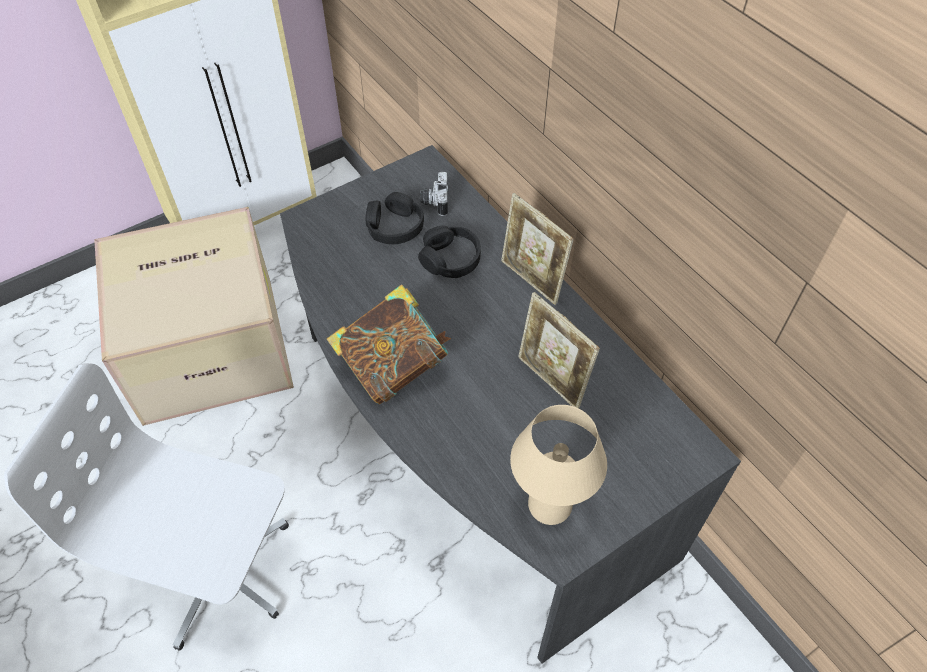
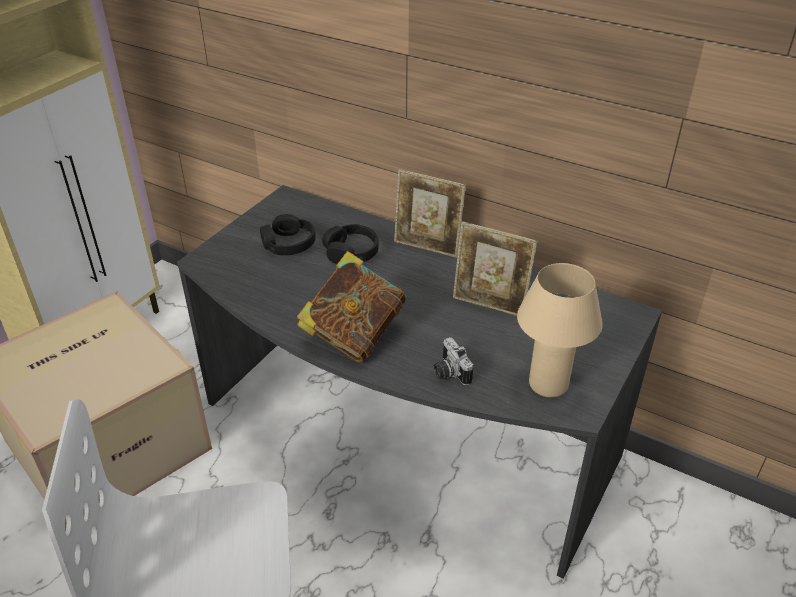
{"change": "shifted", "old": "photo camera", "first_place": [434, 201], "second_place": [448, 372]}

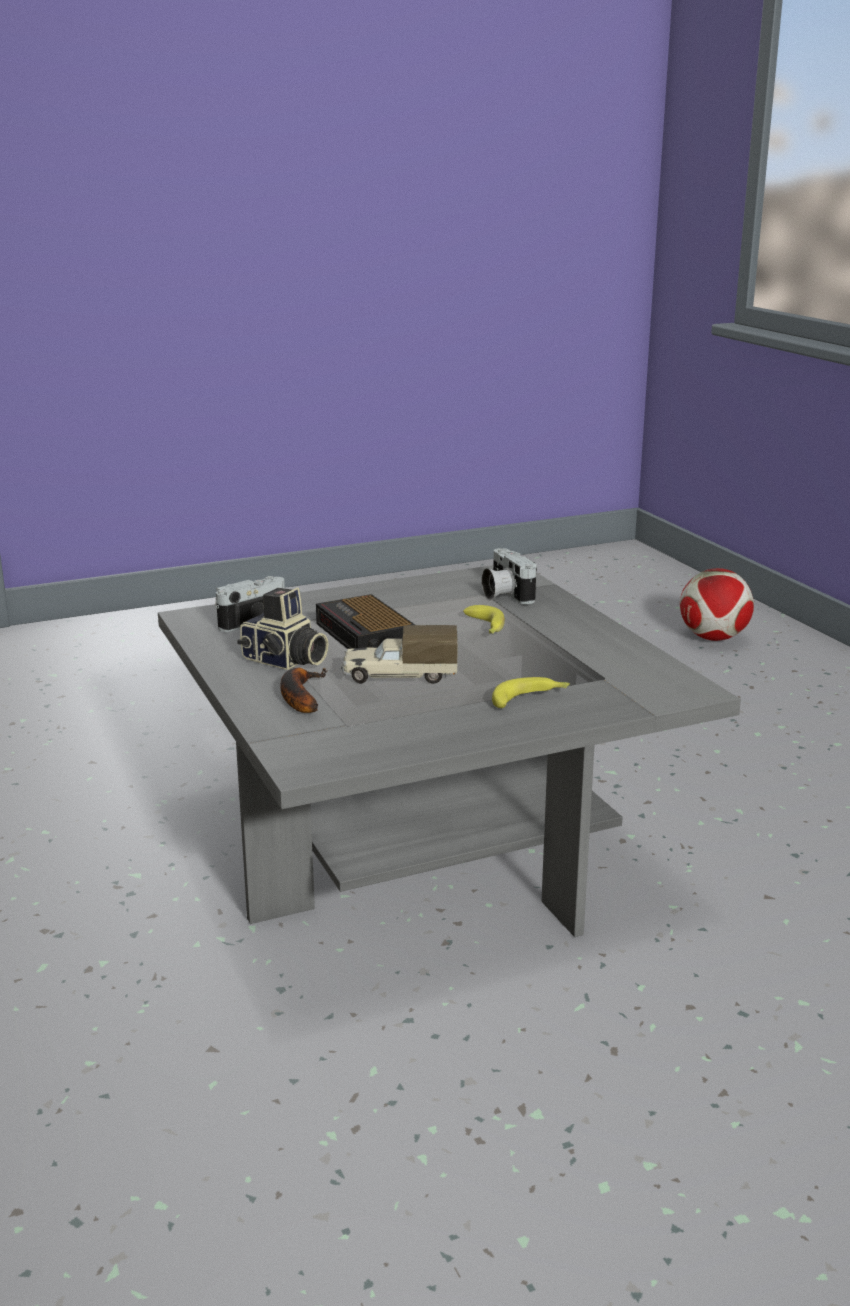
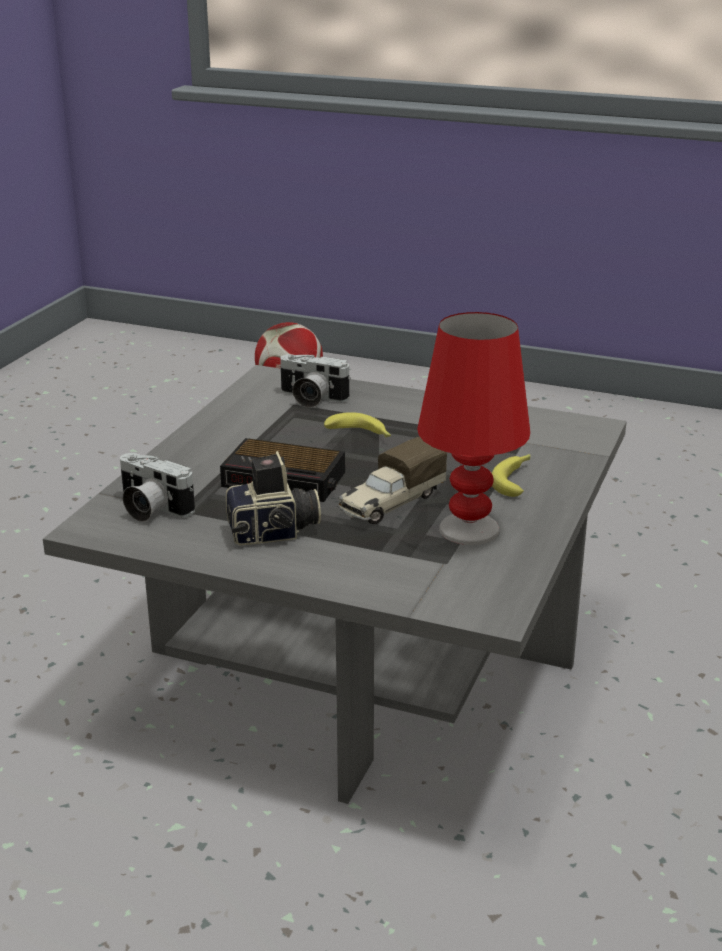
{"change": "rotated", "old": "photo camera", "first_place": [246, 619], "second_place": [150, 509], "degrees": -60}
{"change": "new", "new": "tabletop lamp in red", "second_place": [469, 529]}
{"change": "gone", "old": "whole banana", "first_place": [299, 696]}

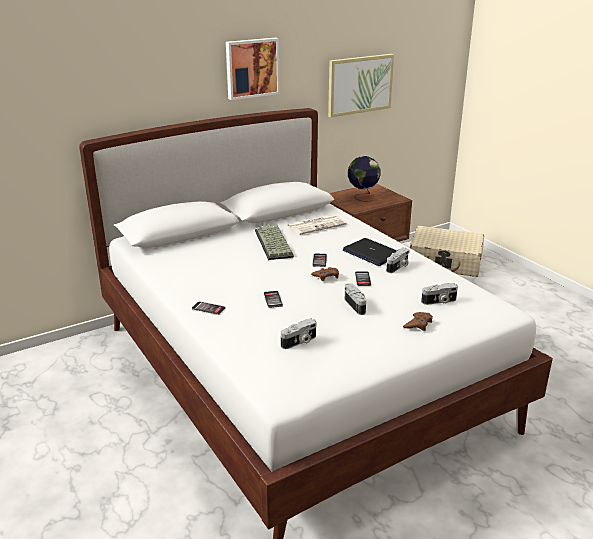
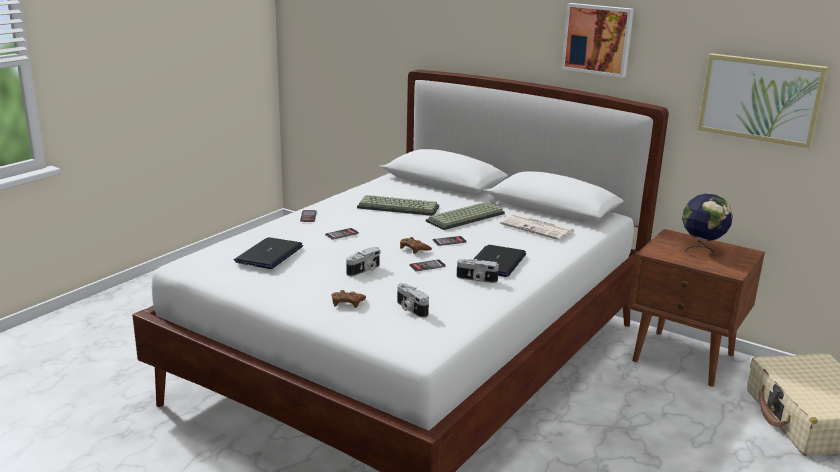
{"change": "swapped", "old": "photo camera", "new": "portable computer", "first_place": [299, 342], "second_place": [269, 254]}
{"change": "new", "new": "PC keyboard", "second_place": [399, 207]}

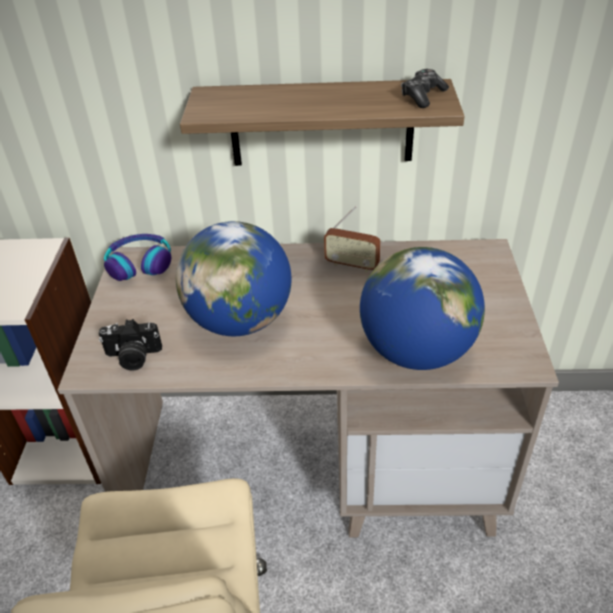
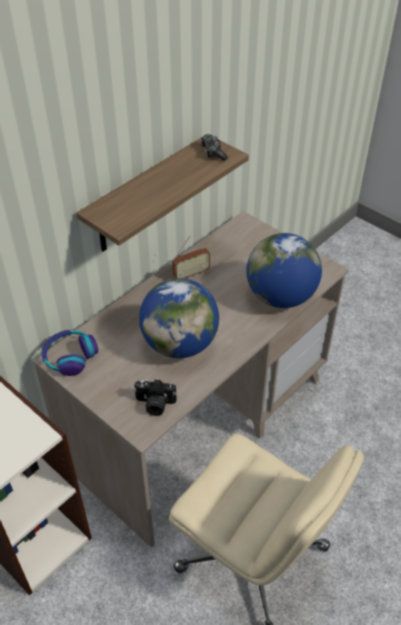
{"change": "rotated", "old": "photo camera", "first_place": [133, 357], "second_place": [155, 404], "degrees": 60}

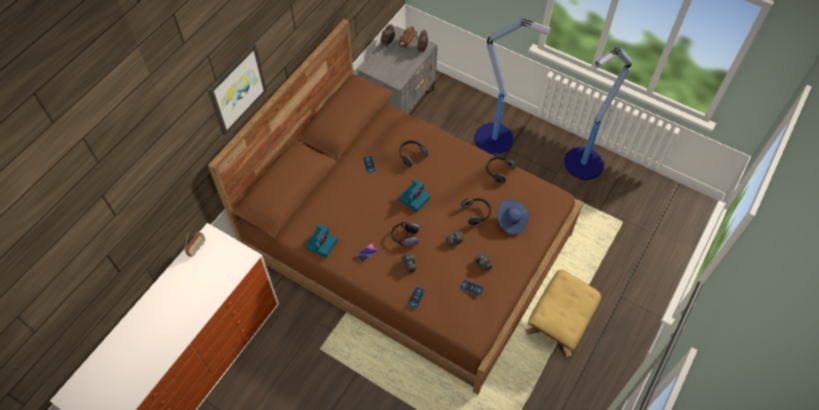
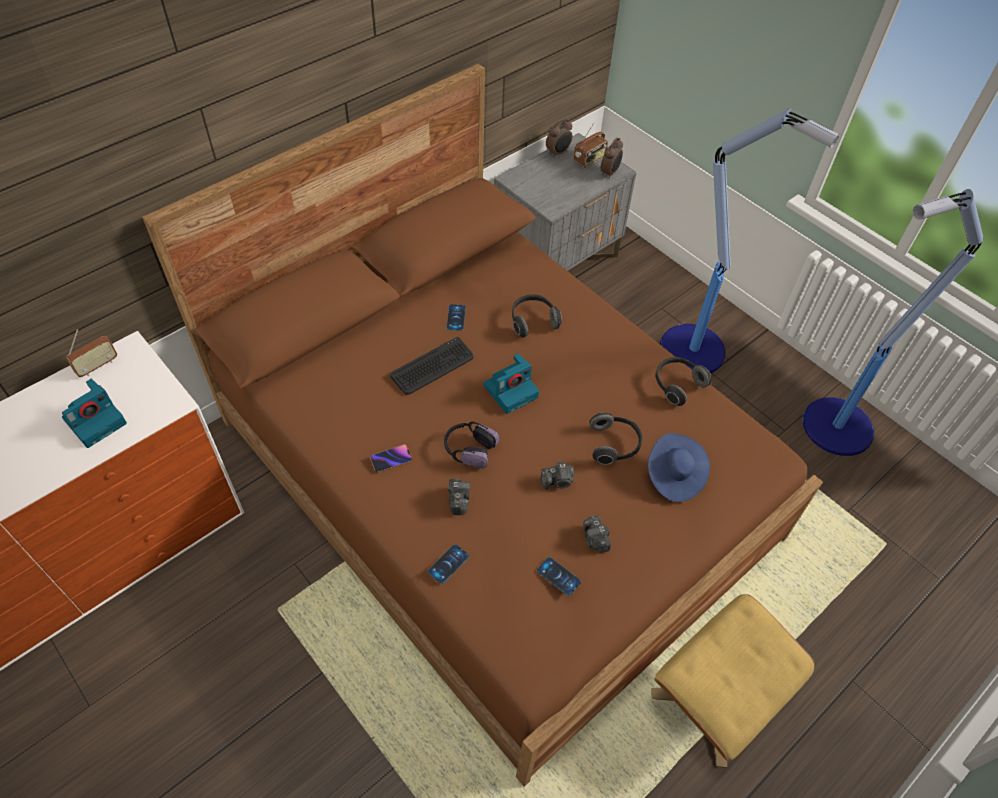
{"change": "shifted", "old": "photo camera", "first_place": [321, 243], "second_place": [96, 420]}
{"change": "new", "new": "PC keyboard", "second_place": [432, 367]}
{"change": "gone", "old": "picture", "first_place": [236, 89]}

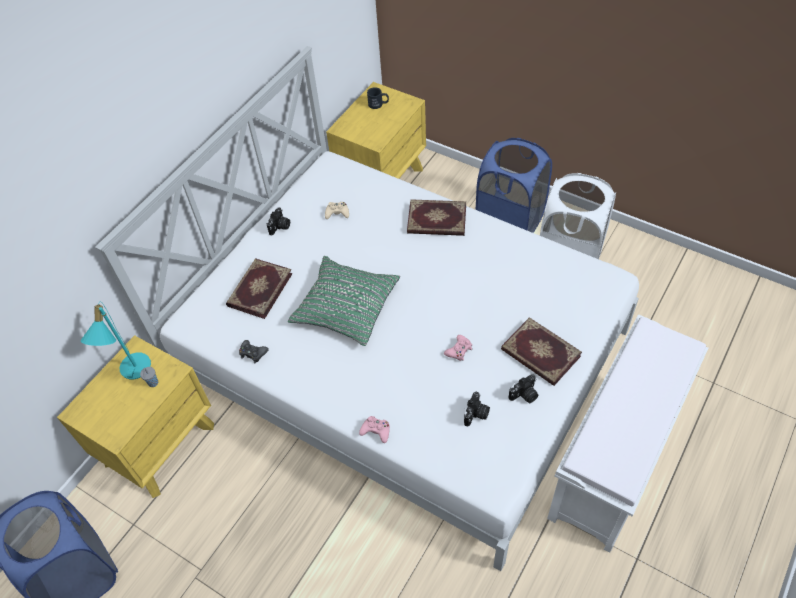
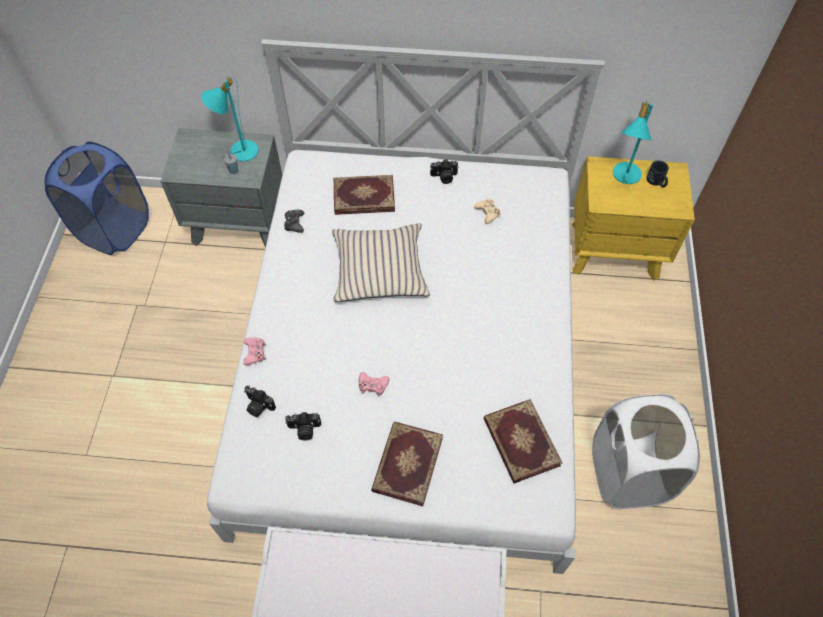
{"change": "repainted", "old": "night table in yellow", "new": "night table in grey", "first_place": [160, 444], "second_place": [239, 222]}
{"change": "shifted", "old": "photo camera", "first_place": [524, 395], "second_place": [258, 406]}
{"change": "repainted", "old": "throw pillow in greenish", "new": "throw pillow in sand-coloured", "first_place": [345, 306], "second_place": [379, 269]}
{"change": "shifted", "old": "bound book", "first_place": [437, 221], "second_place": [520, 442]}
{"change": "new", "new": "tabletop lamp in turquoise-coloured", "second_place": [624, 176]}
{"change": "gone", "old": "laundry basket in blue", "first_place": [510, 221]}

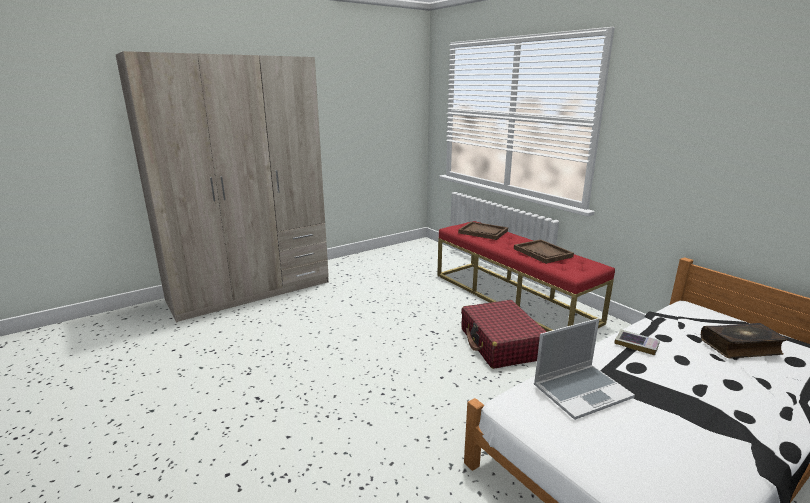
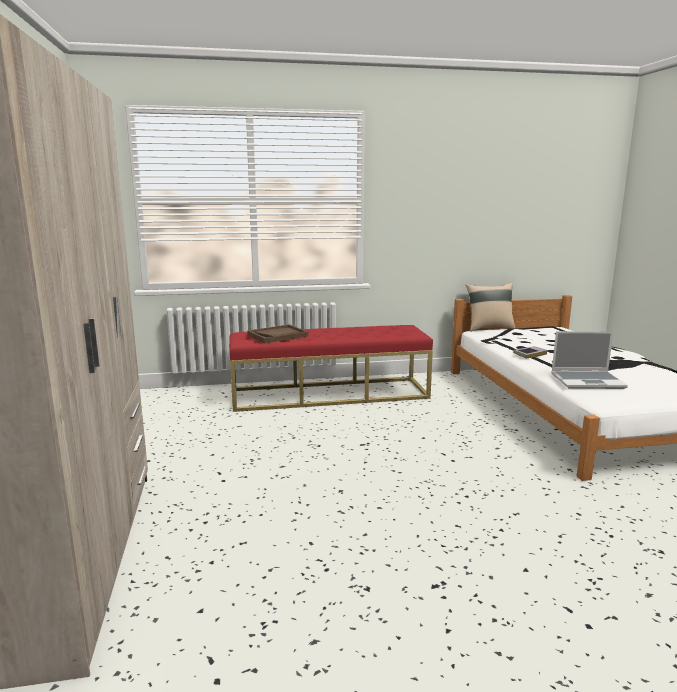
{"change": "new", "new": "throw pillow in sand-coloured", "second_place": [489, 328]}
{"change": "rotated", "old": "portable computer", "first_place": [582, 391], "second_place": [587, 381], "degrees": 90}
{"change": "gone", "old": "travel case in red", "first_place": [501, 344]}
{"change": "gone", "old": "serving tray in brown", "first_place": [543, 253]}
{"change": "gone", "old": "bound book", "first_place": [741, 347]}

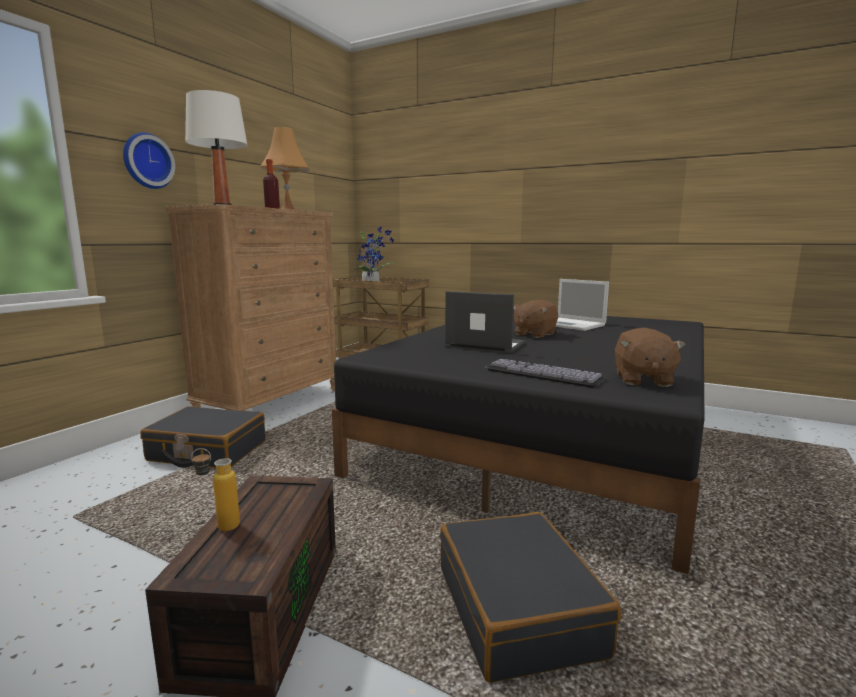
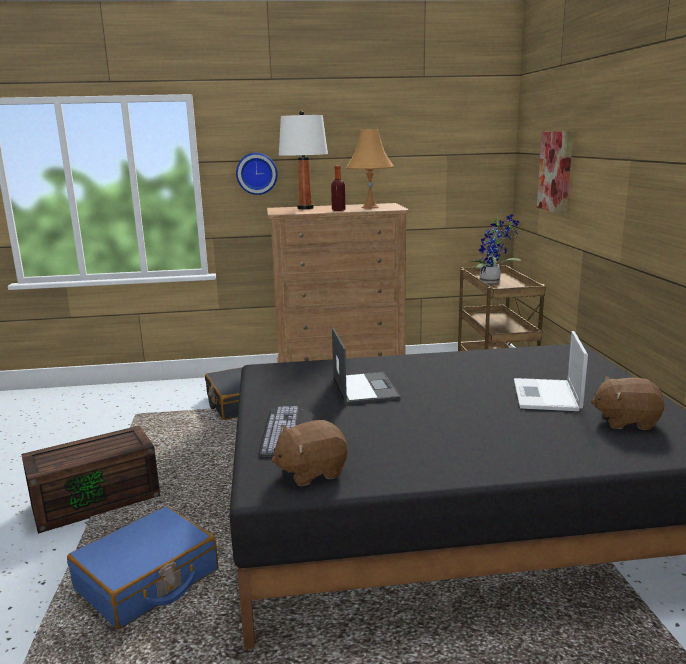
{"change": "repainted", "old": "travel case in blackish", "new": "travel case in blue", "first_place": [518, 609], "second_place": [147, 580]}
{"change": "new", "new": "picture", "second_place": [555, 171]}
{"change": "shifted", "old": "soft toy in brown", "first_place": [534, 334], "second_place": [626, 421]}
{"change": "gone", "old": "beverage bottle", "first_place": [219, 527]}

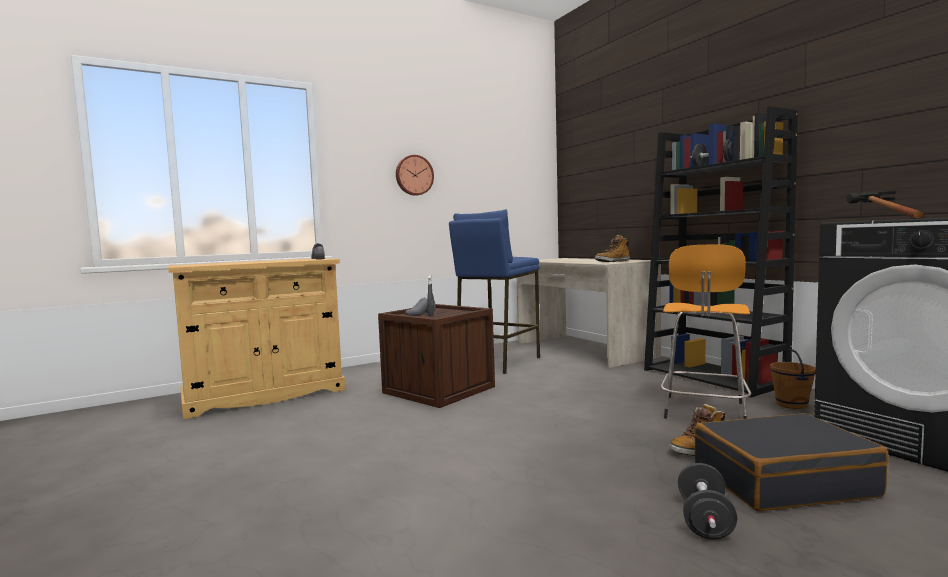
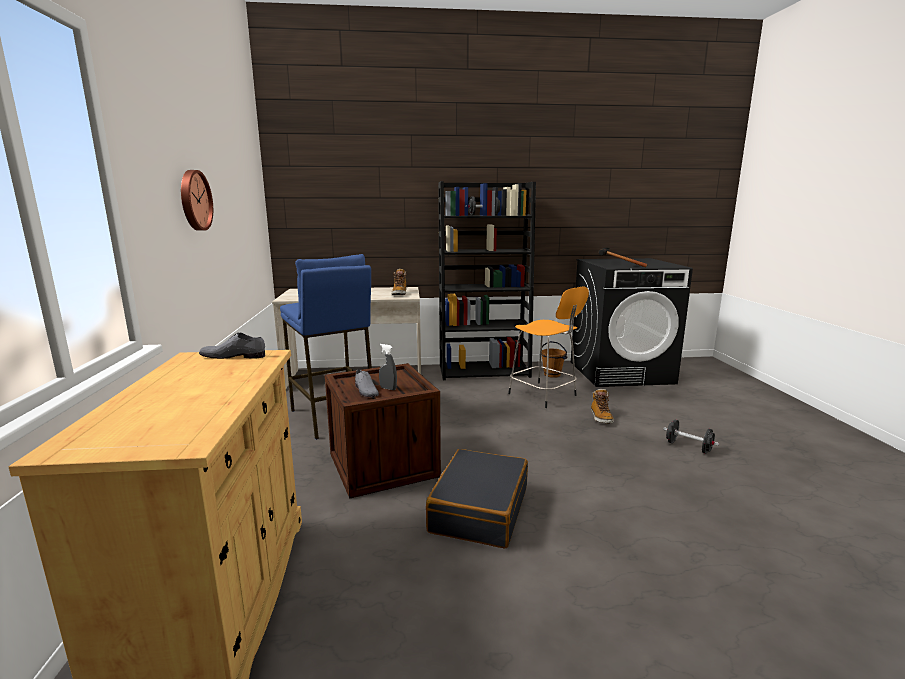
{"change": "shifted", "old": "travel case in blackish", "first_place": [782, 480], "second_place": [479, 509]}

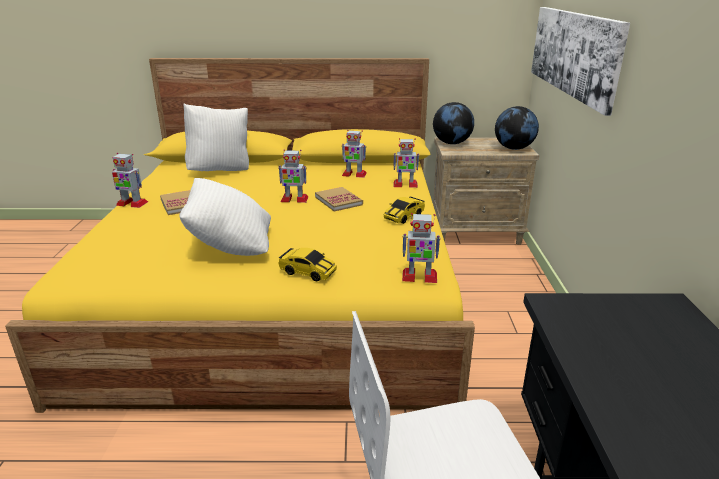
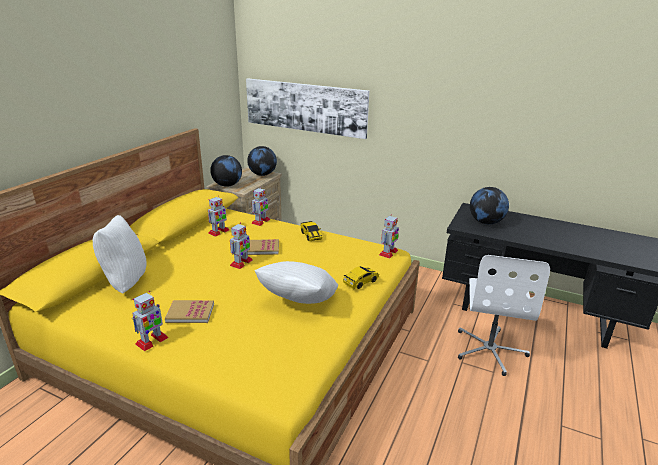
{"change": "new", "new": "world globe", "second_place": [486, 222]}

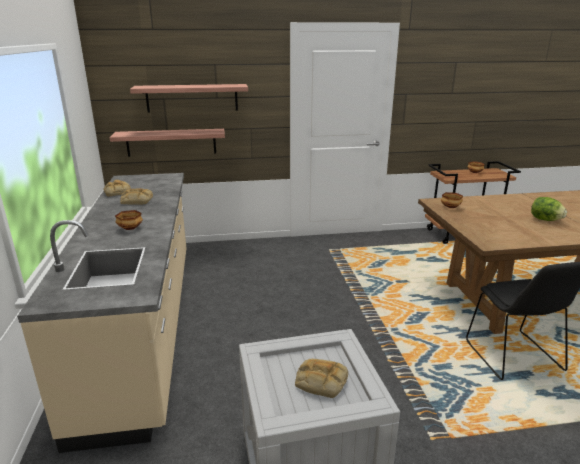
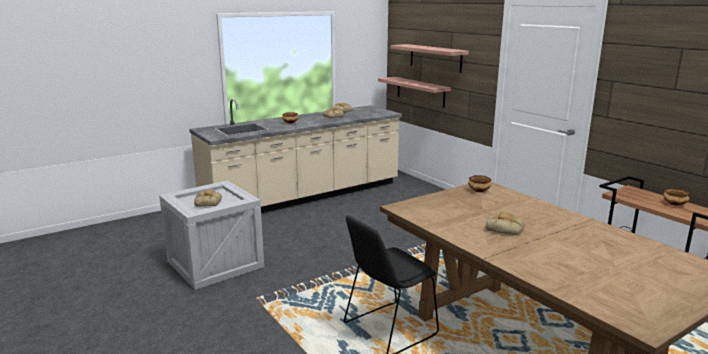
{"change": "swapped", "old": "head of lettuce", "new": "bread", "first_place": [545, 220], "second_place": [505, 228]}

